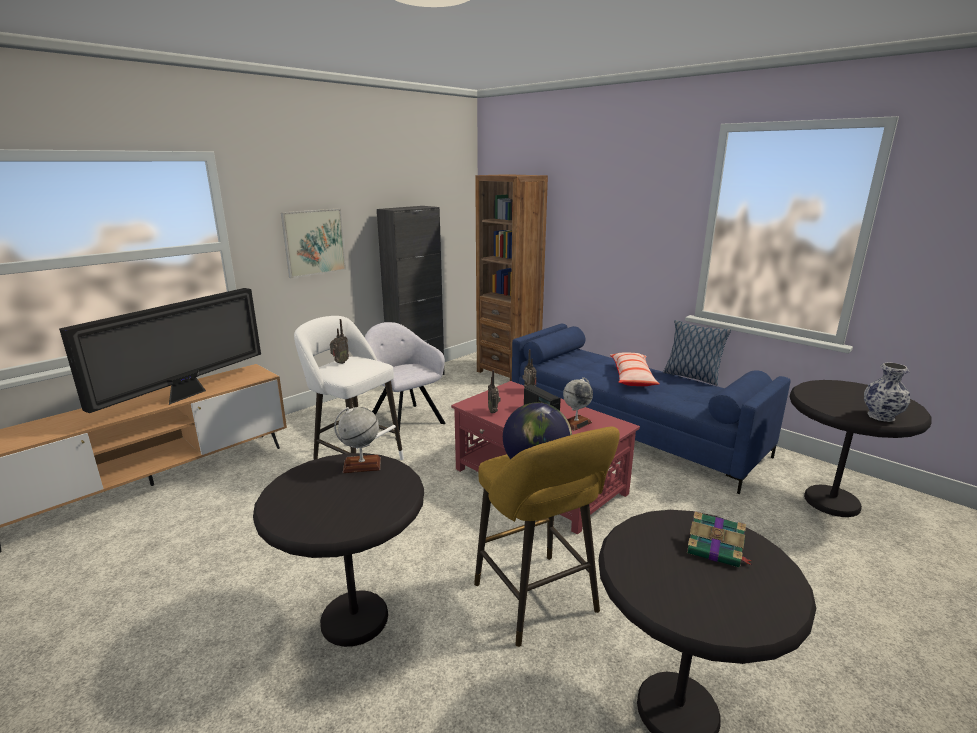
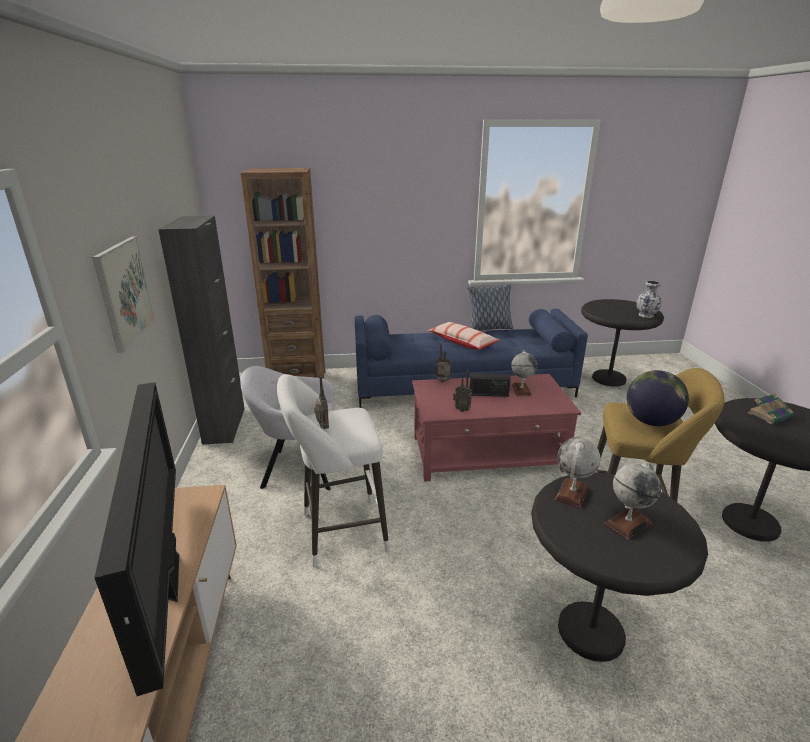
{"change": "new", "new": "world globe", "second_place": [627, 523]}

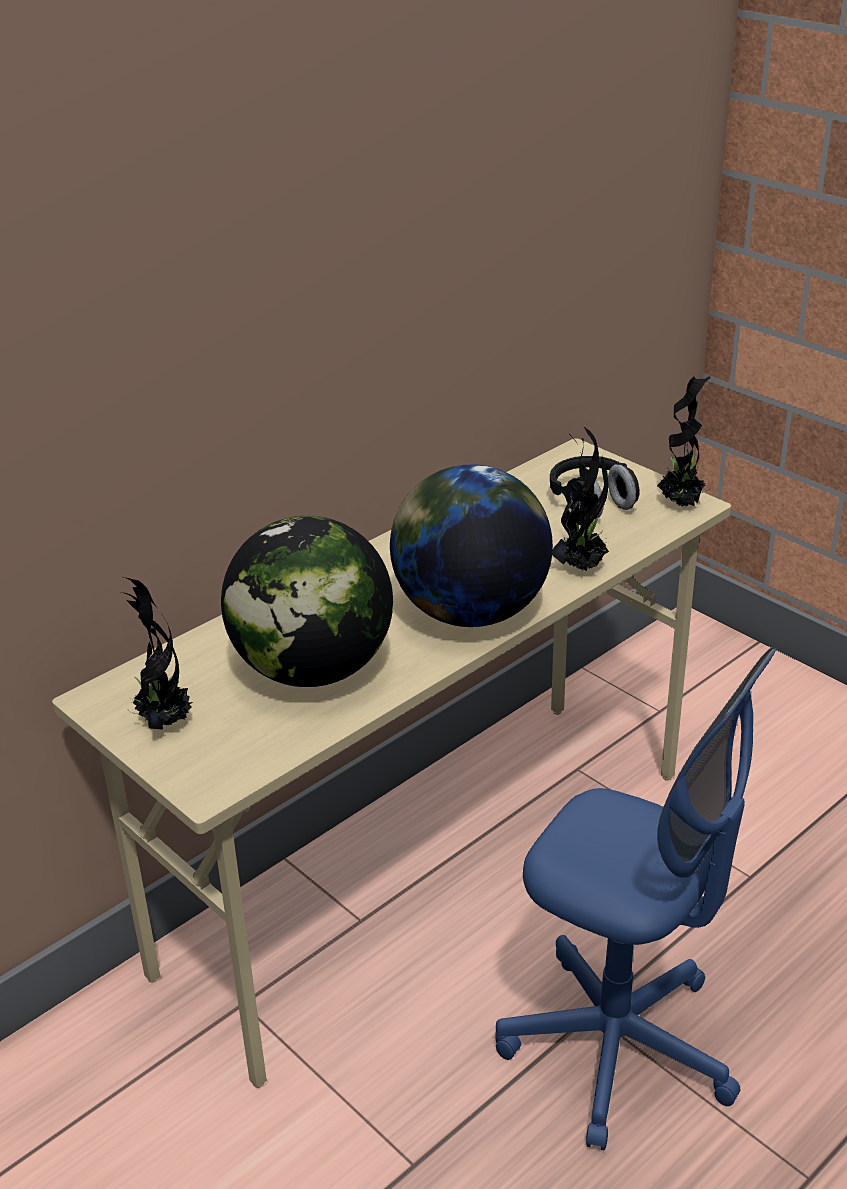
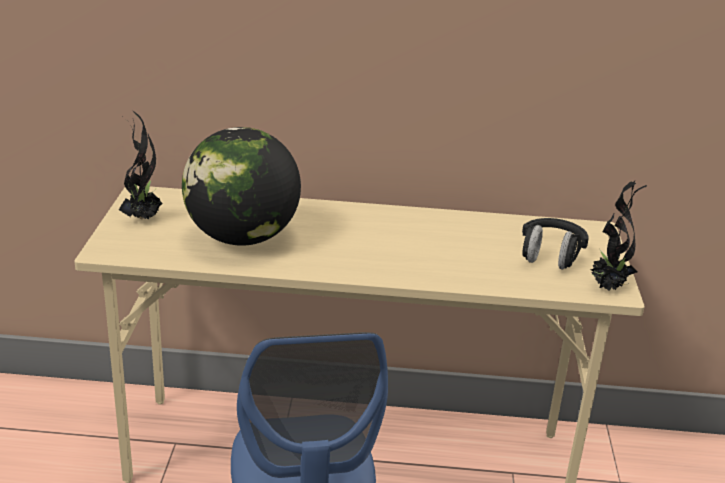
{"change": "gone", "old": "world globe", "first_place": [470, 612]}
{"change": "gone", "old": "potted plant", "first_place": [582, 566]}

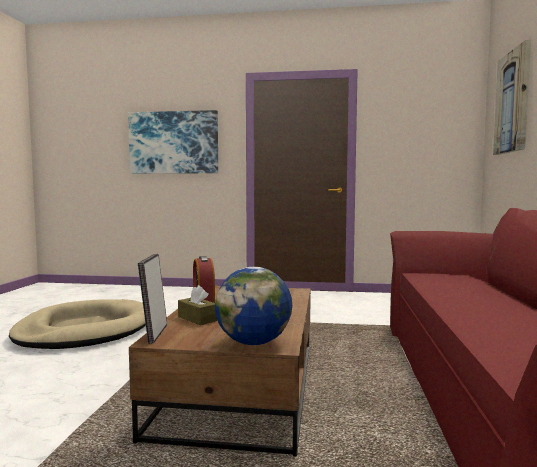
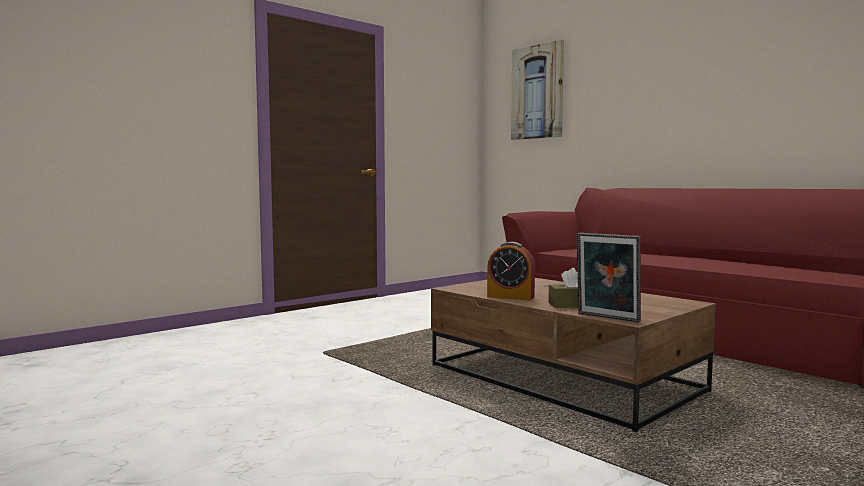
{"change": "gone", "old": "dog cushion in sand-coloured", "first_place": [85, 330]}
{"change": "gone", "old": "picture", "first_place": [173, 142]}
{"change": "gone", "old": "world globe", "first_place": [254, 343]}

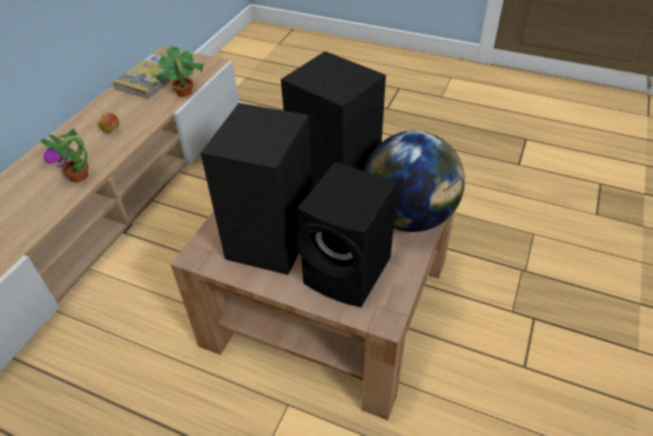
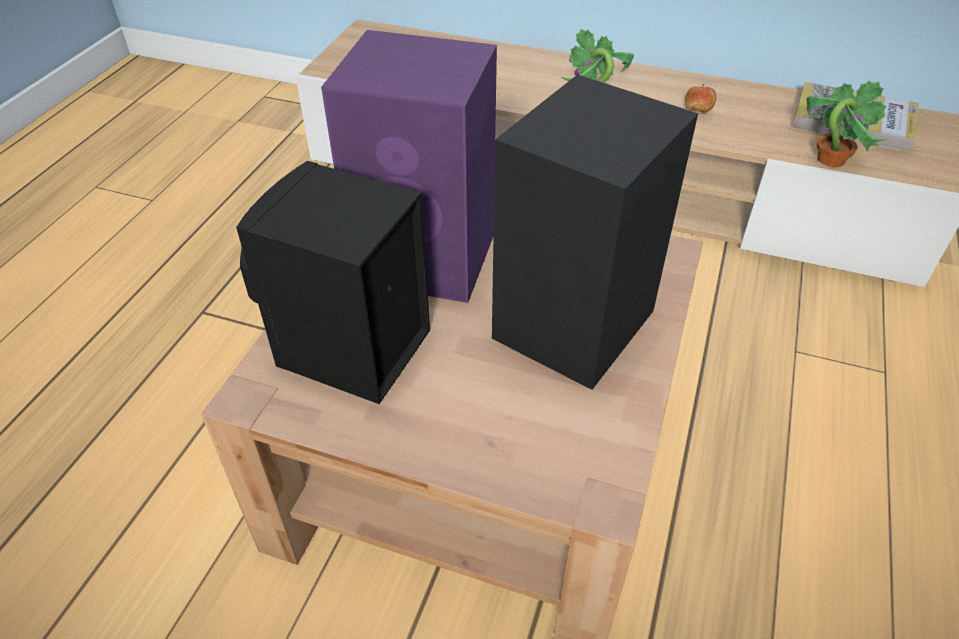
{"change": "repainted", "old": "speaker in blackish", "new": "speaker in purple", "first_place": [271, 238], "second_place": [429, 259]}
{"change": "gone", "old": "world globe", "first_place": [408, 217]}

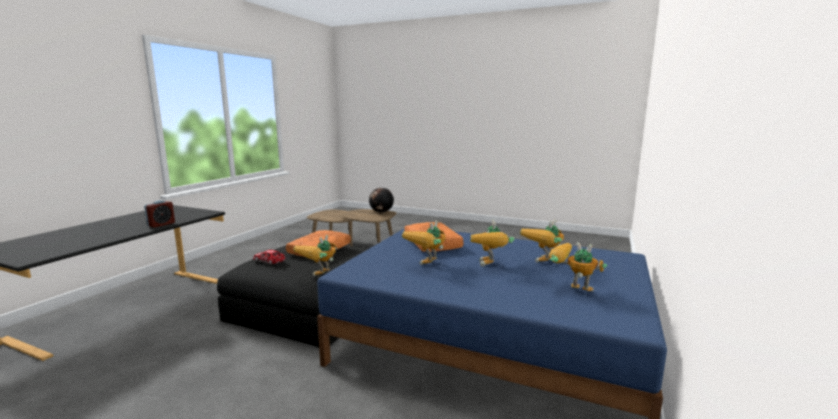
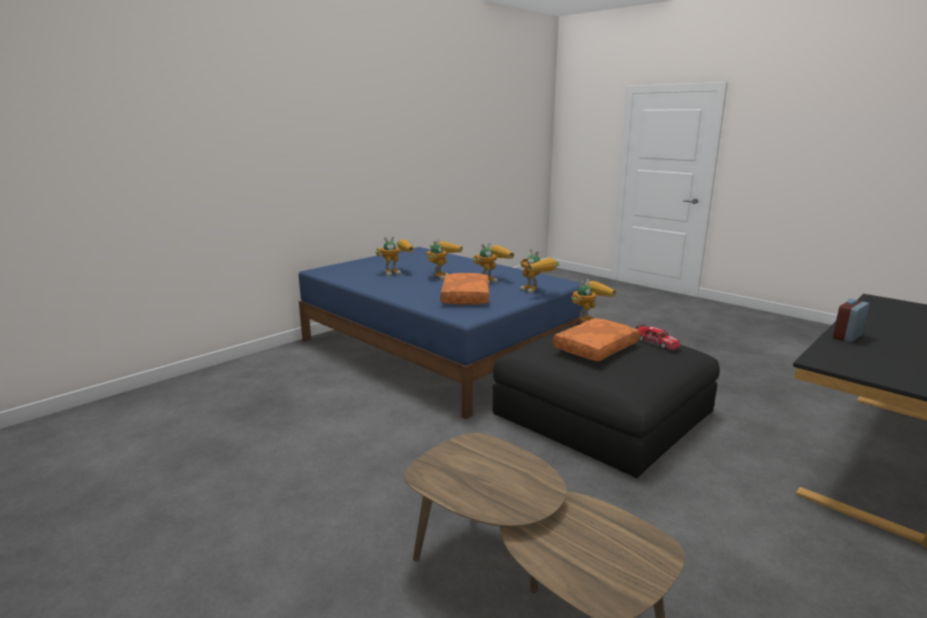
{"change": "shifted", "old": "robot figure", "first_place": [570, 290], "second_place": [536, 292]}
{"change": "gone", "old": "world globe", "first_place": [381, 212]}

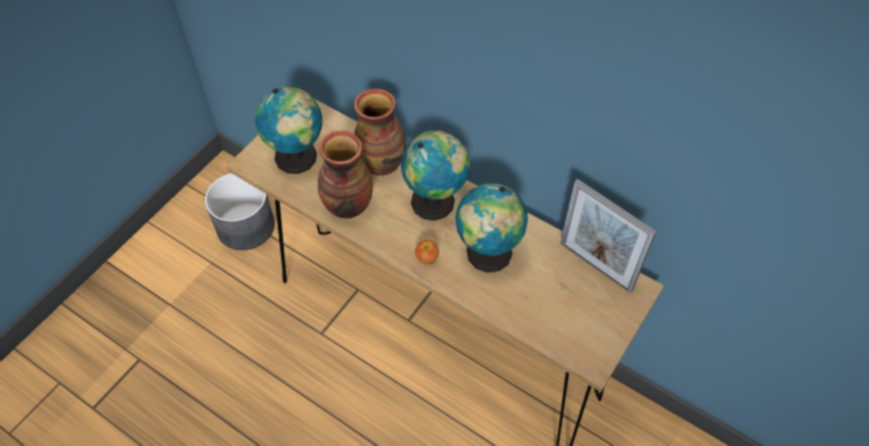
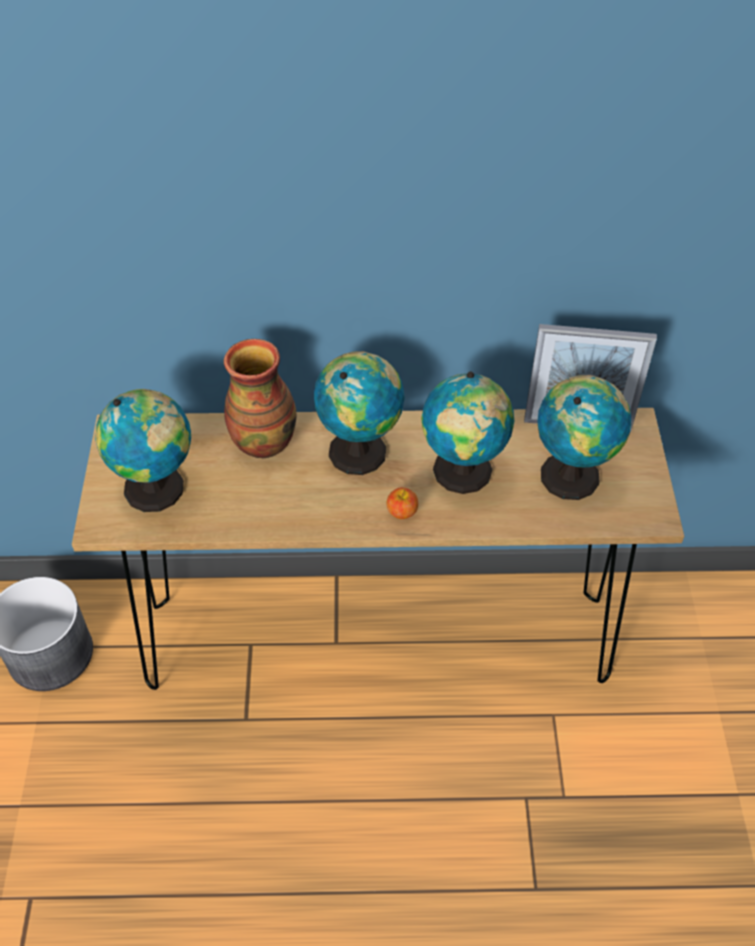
{"change": "new", "new": "world globe", "second_place": [572, 474]}
{"change": "gone", "old": "vase", "first_place": [347, 205]}

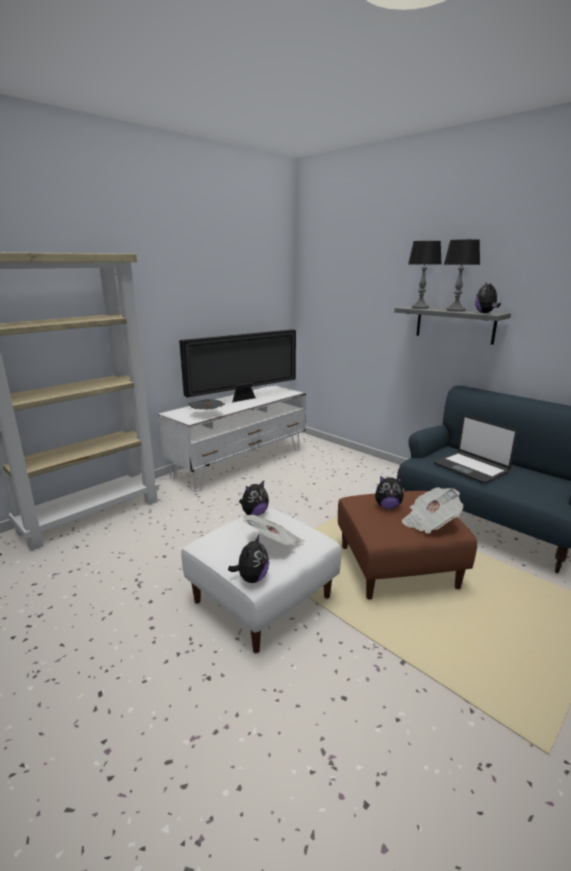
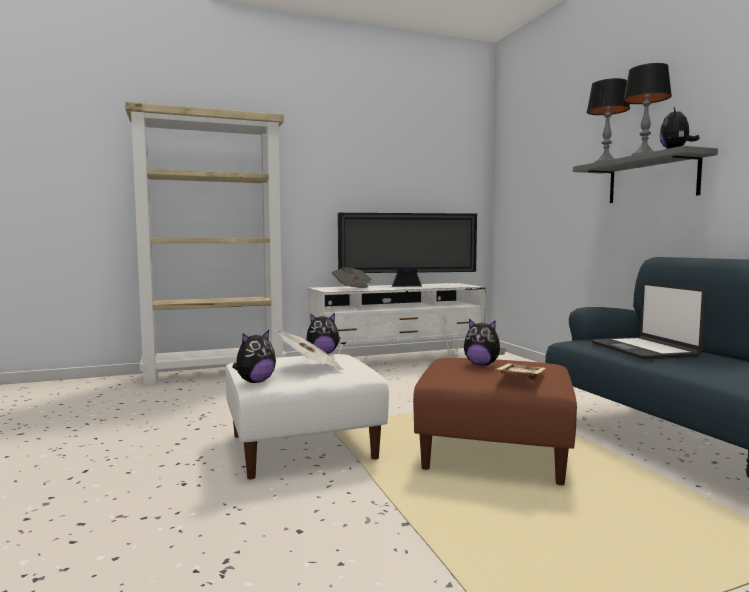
{"change": "swapped", "old": "newspaper", "new": "serving tray in sand-coloured", "first_place": [429, 522], "second_place": [519, 378]}

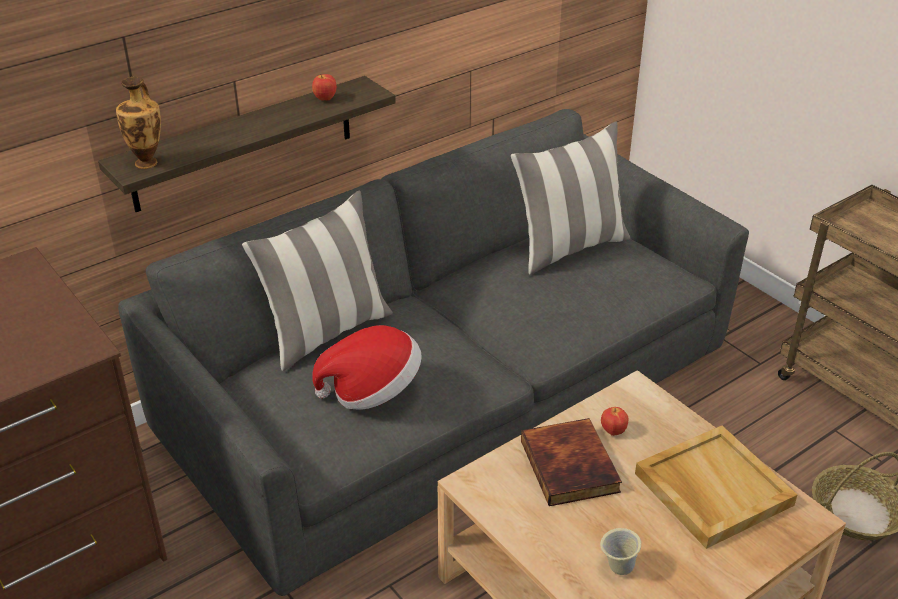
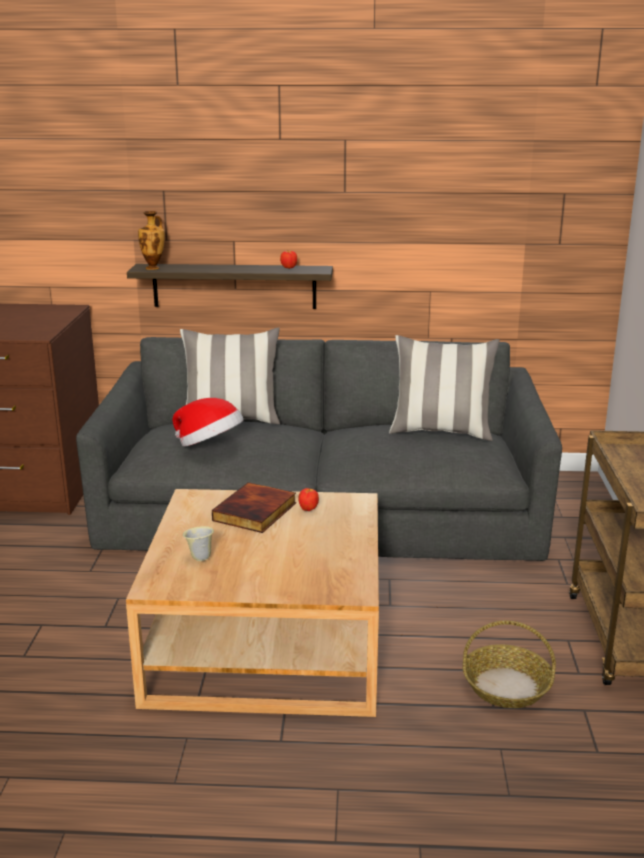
{"change": "gone", "old": "serving tray in sand-coloured", "first_place": [711, 489]}

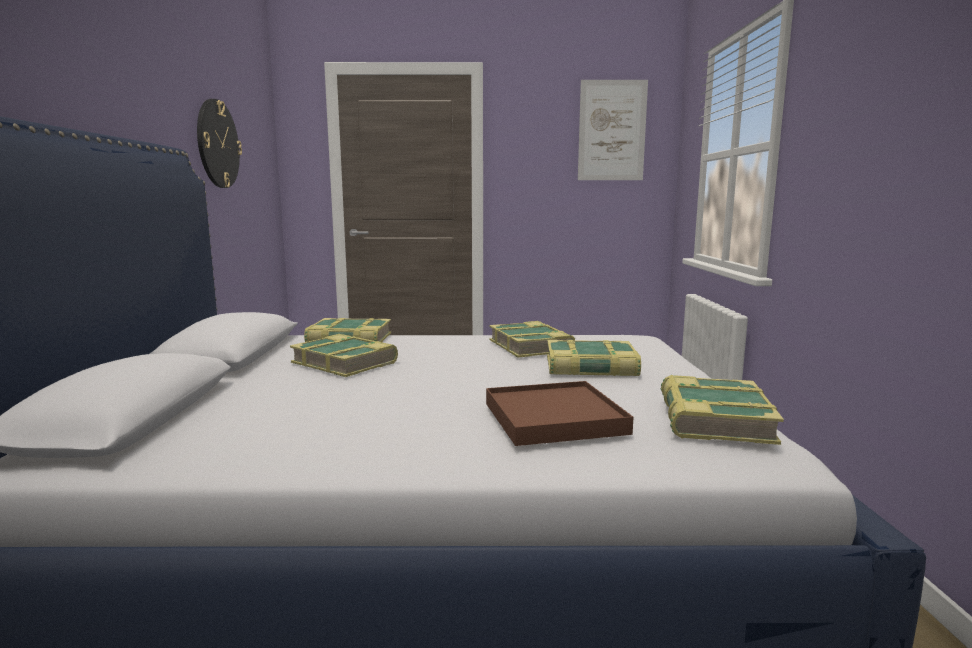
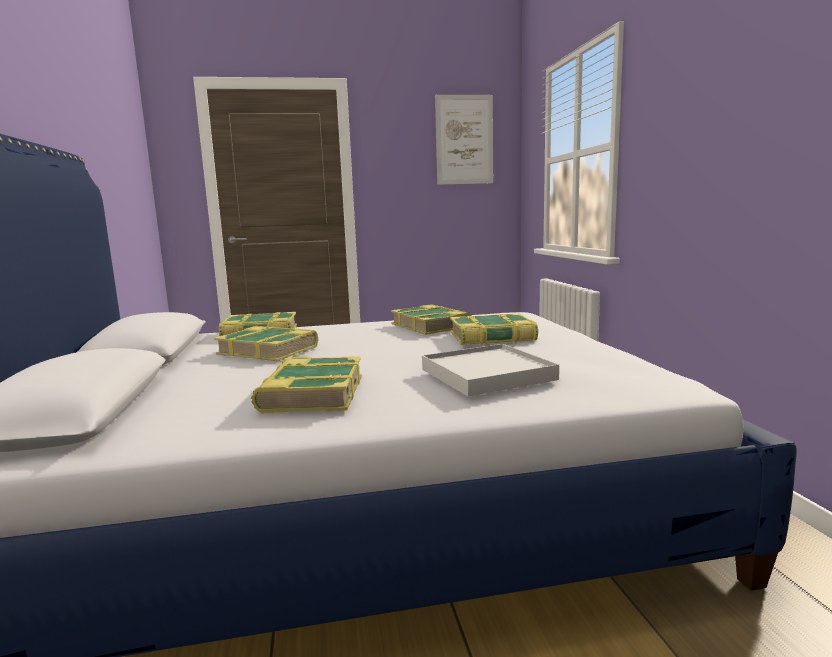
{"change": "shifted", "old": "bound book", "first_place": [713, 419], "second_place": [311, 394]}
{"change": "repainted", "old": "serving tray in brown", "new": "serving tray in white-coloured", "first_place": [554, 418], "second_place": [487, 374]}
{"change": "gone", "old": "clock on the wall", "first_place": [217, 144]}

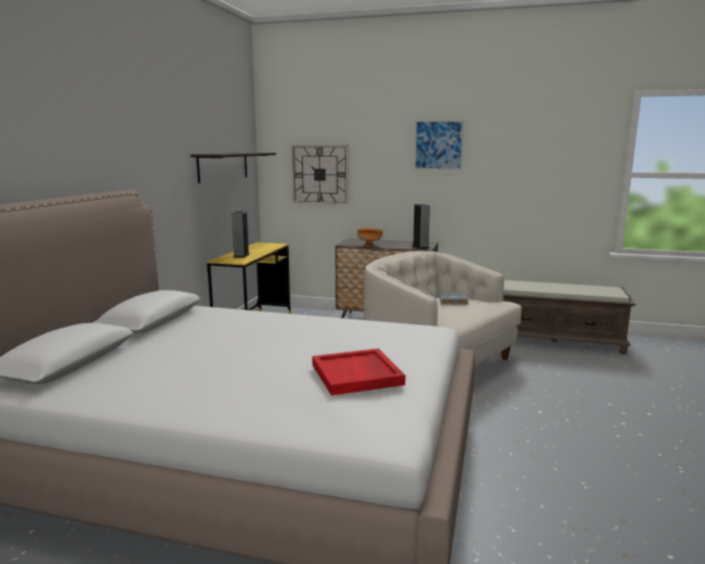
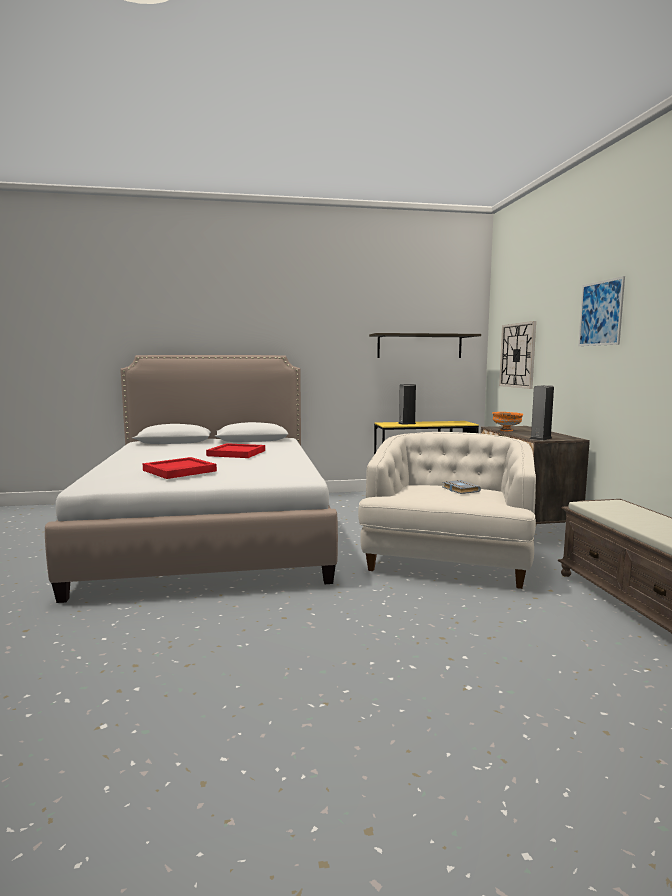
{"change": "new", "new": "serving tray in red", "second_place": [236, 453]}

